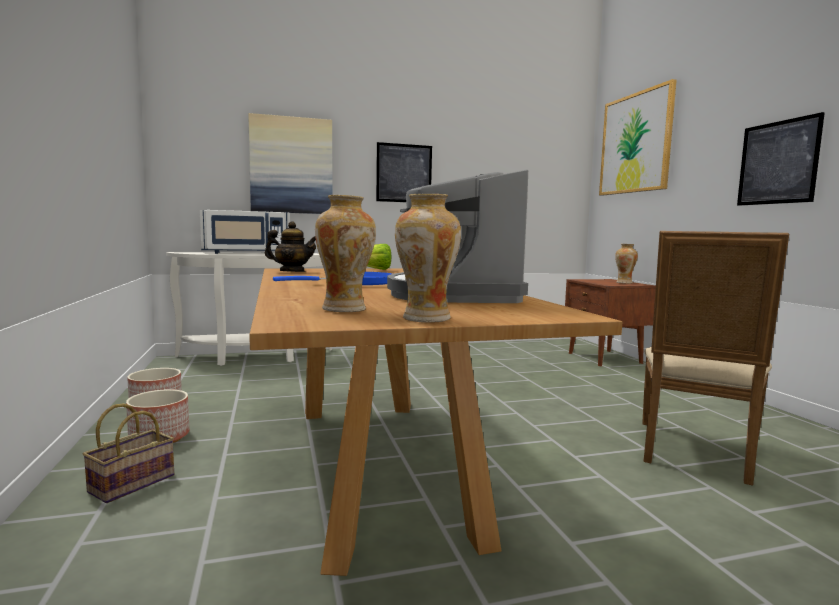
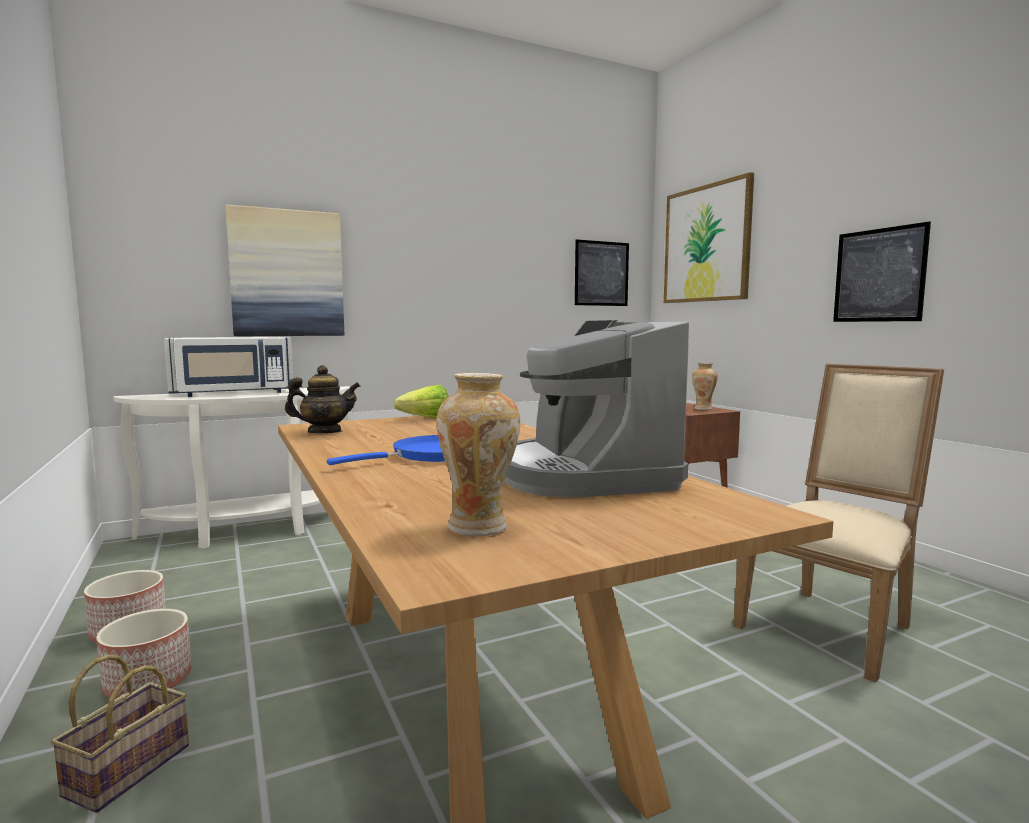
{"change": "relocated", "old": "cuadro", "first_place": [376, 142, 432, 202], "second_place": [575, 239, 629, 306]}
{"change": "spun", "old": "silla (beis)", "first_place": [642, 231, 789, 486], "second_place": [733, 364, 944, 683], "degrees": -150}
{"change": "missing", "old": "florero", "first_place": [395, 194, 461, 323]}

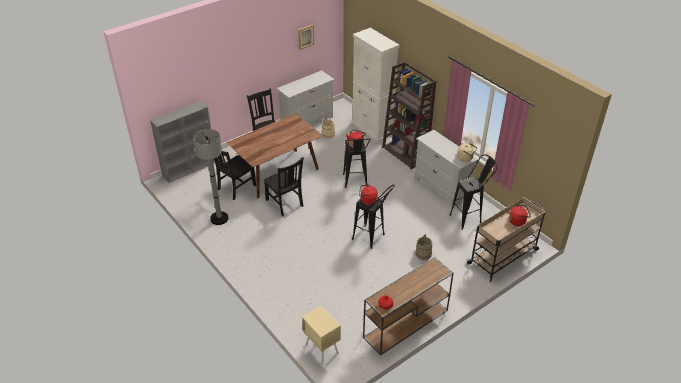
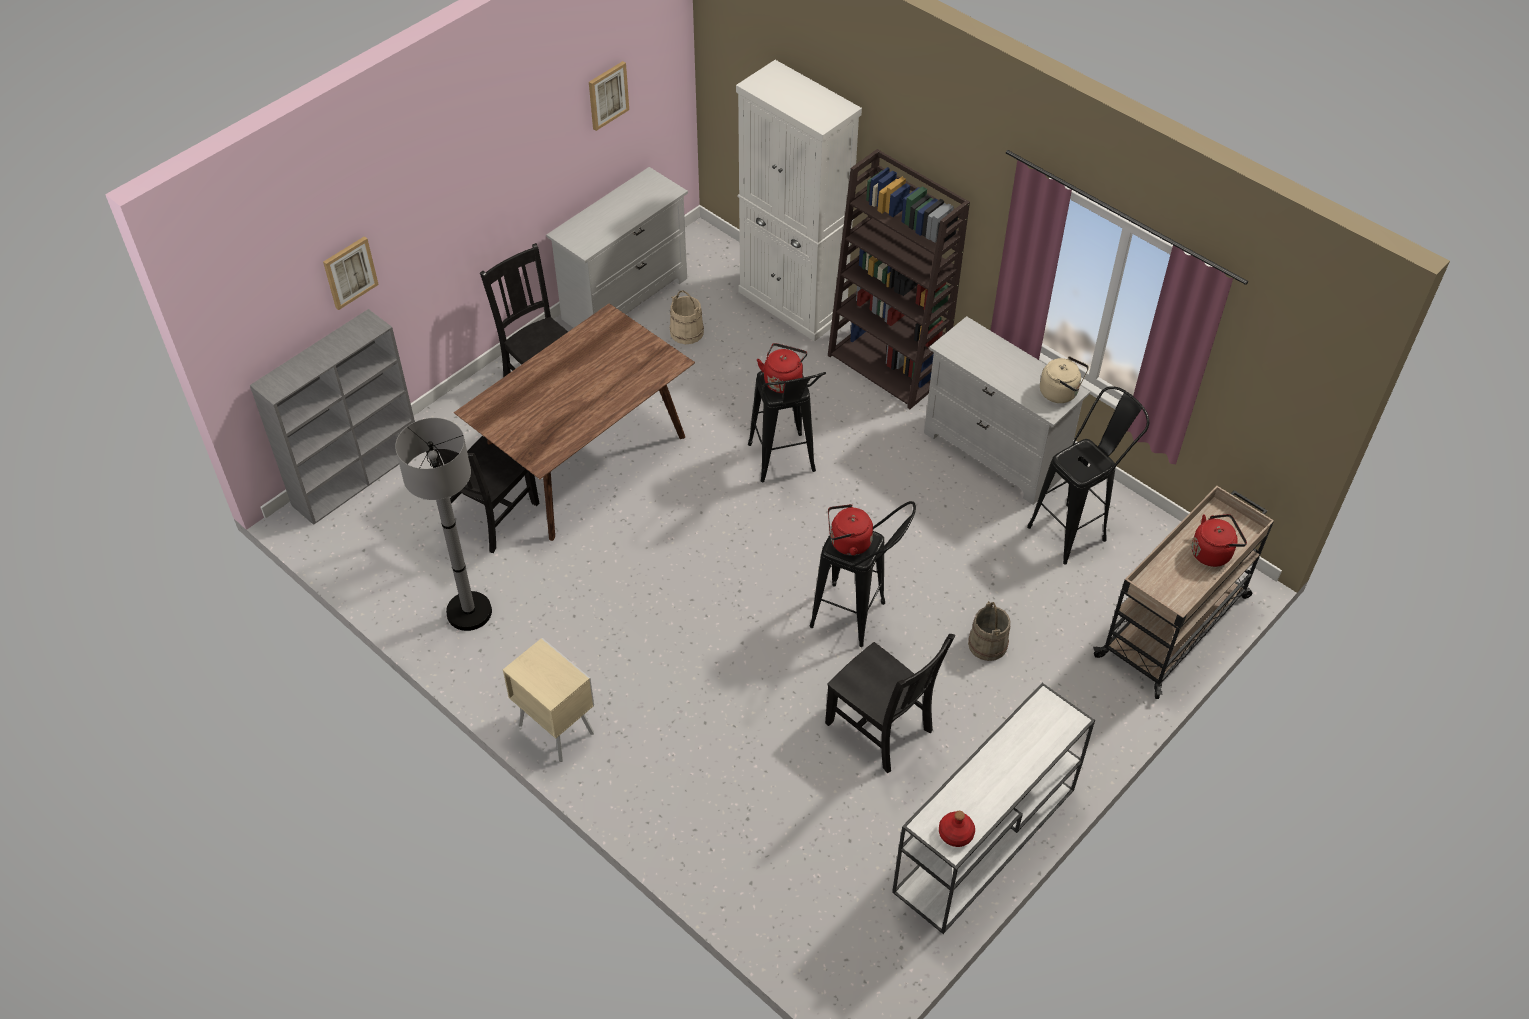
{"change": "appeared", "new": "cuadro", "second_place": [323, 236, 379, 310]}
{"change": "relocated", "old": "mesita de noche (beis)", "first_place": [302, 305, 341, 365], "second_place": [503, 638, 594, 762]}
{"change": "relocated", "old": "silla (negro)", "first_place": [264, 157, 304, 216], "second_place": [825, 634, 955, 773]}
{"change": "colour", "old": "mesa consola (marrón)", "new": "mesa consola (blanco)", "first_place": [363, 257, 454, 356], "second_place": [892, 683, 1095, 934]}

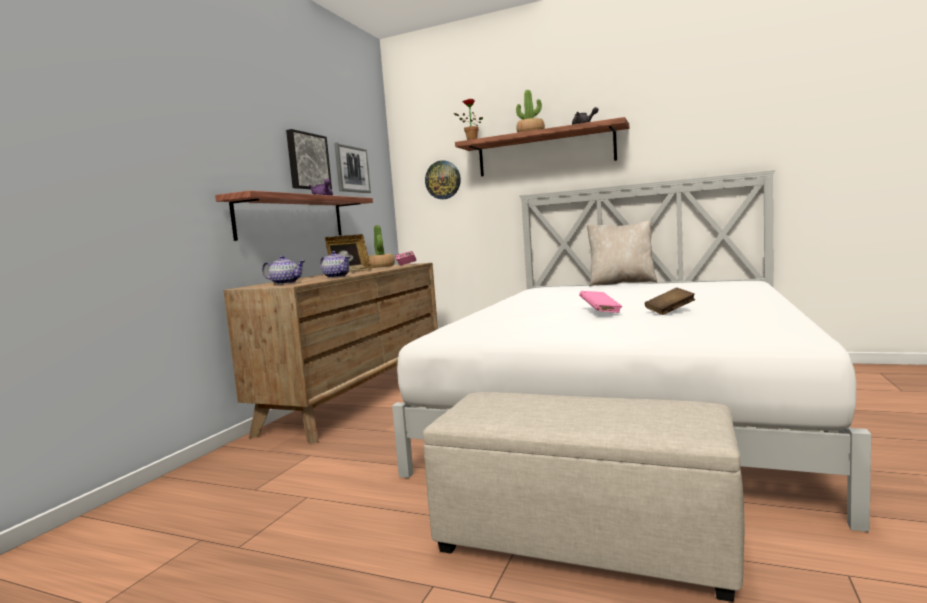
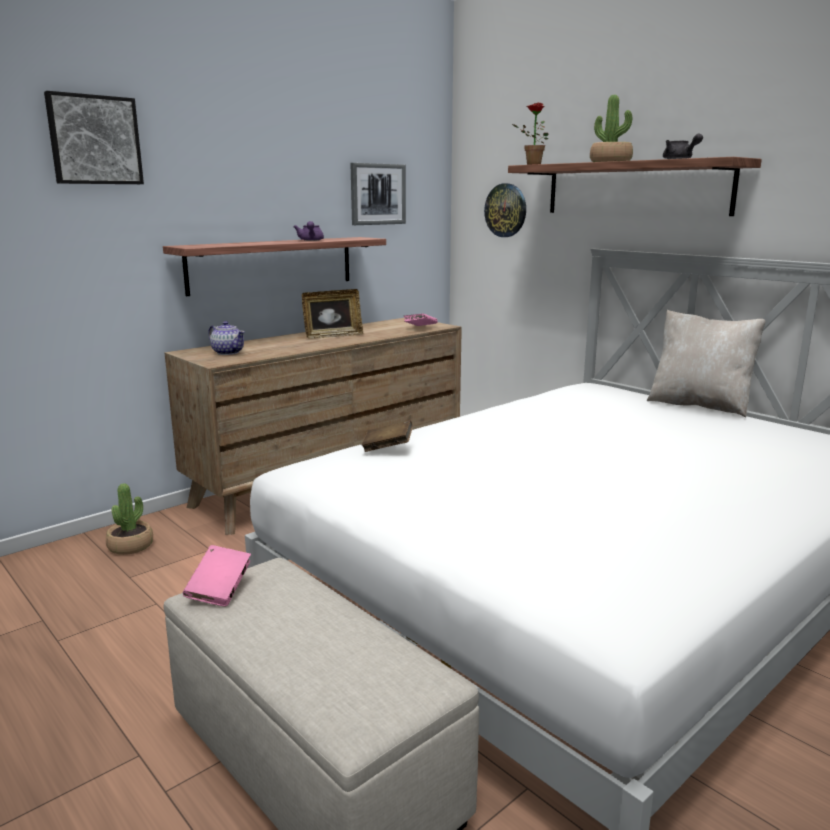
{"change": "relocated", "old": "cuadro", "first_place": [286, 129, 332, 190], "second_place": [44, 91, 144, 184]}
{"change": "relocated", "old": "planta en maceta", "first_place": [368, 225, 395, 268], "second_place": [106, 483, 153, 555]}
{"change": "relocated", "old": "libro (rosa)", "first_place": [579, 291, 622, 313], "second_place": [183, 545, 251, 606]}
{"change": "relocated", "old": "libro (marrón)", "first_place": [645, 288, 695, 315], "second_place": [362, 420, 413, 452]}
{"change": "missing", "old": "tetera", "first_place": [320, 251, 350, 278]}

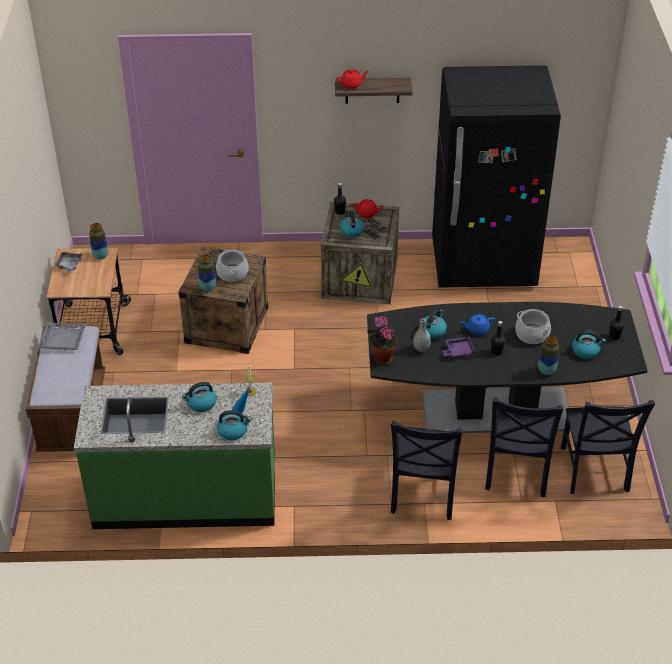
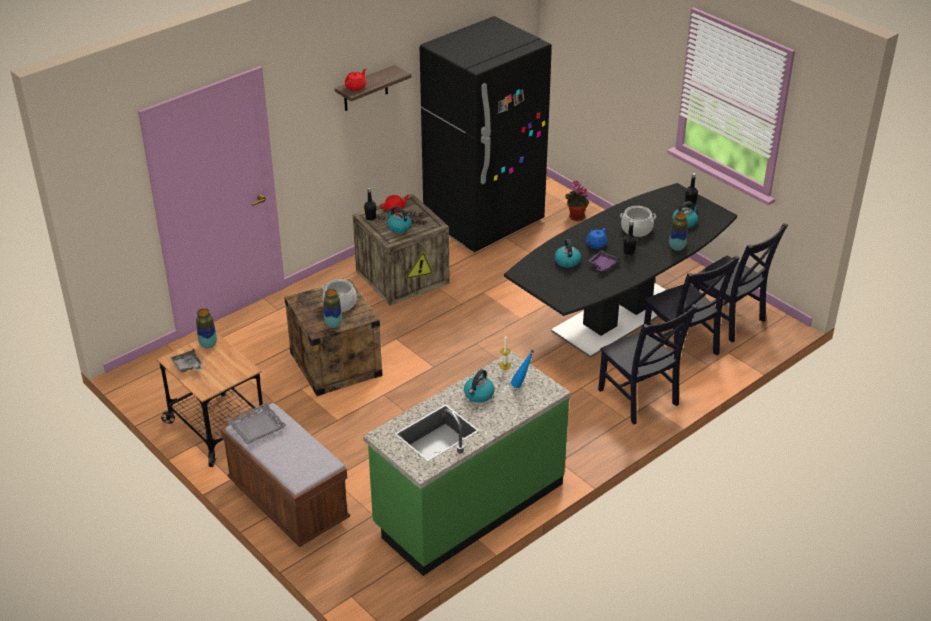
{"change": "relocated", "old": "planta en maceta", "first_place": [367, 316, 397, 365], "second_place": [565, 181, 589, 221]}
{"change": "missing", "old": "hervidor", "first_place": [217, 410, 252, 440]}
{"change": "missing", "old": "florero (gris)", "first_place": [413, 318, 431, 352]}

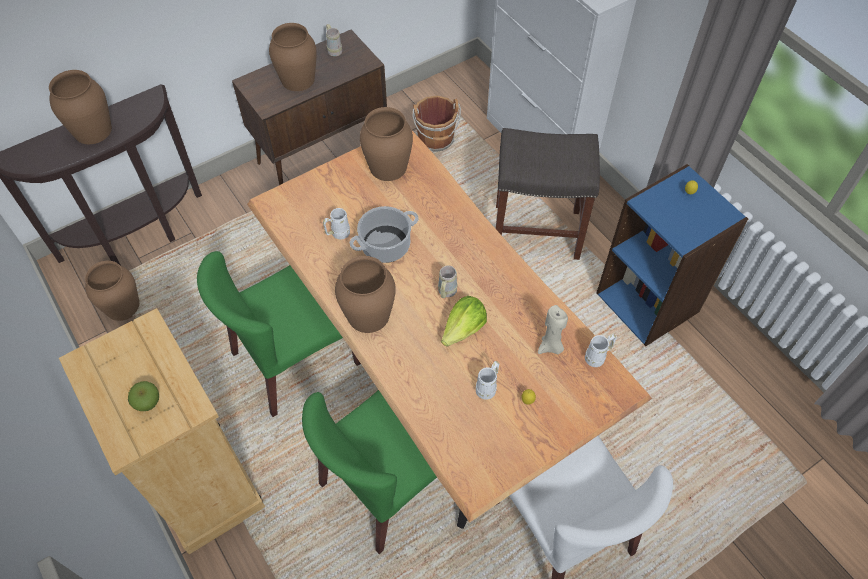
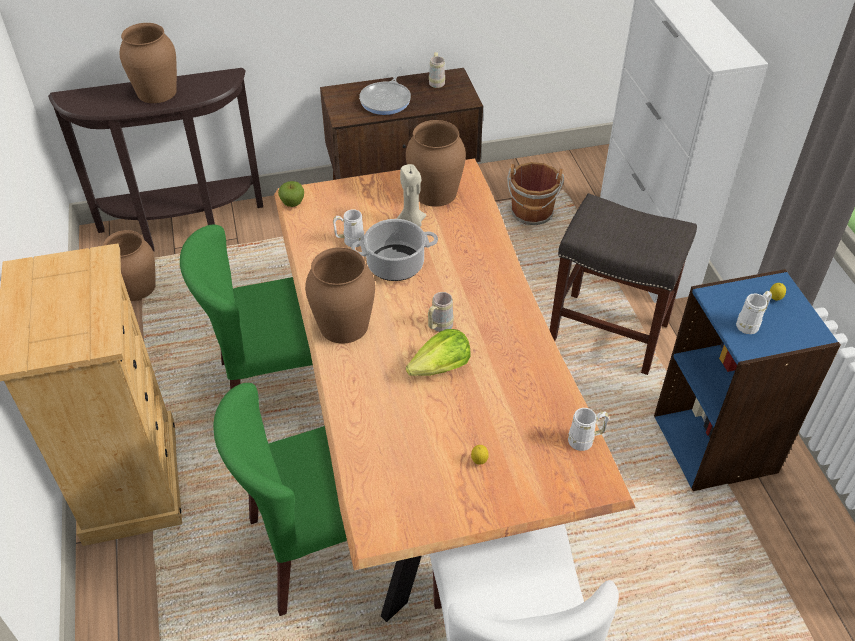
{"change": "relocated", "old": "manzana", "first_place": [128, 381, 159, 411], "second_place": [278, 181, 304, 207]}
{"change": "exchanged", "old": "florero (marrón)", "new": "sartén", "first_place": [269, 23, 317, 91], "second_place": [359, 67, 411, 115]}
{"change": "relocated", "old": "vela (beis)", "first_place": [538, 305, 568, 354], "second_place": [396, 164, 426, 227]}
{"change": "relocated", "old": "taza grande (blanco)", "first_place": [476, 361, 499, 400], "second_place": [736, 291, 772, 334]}

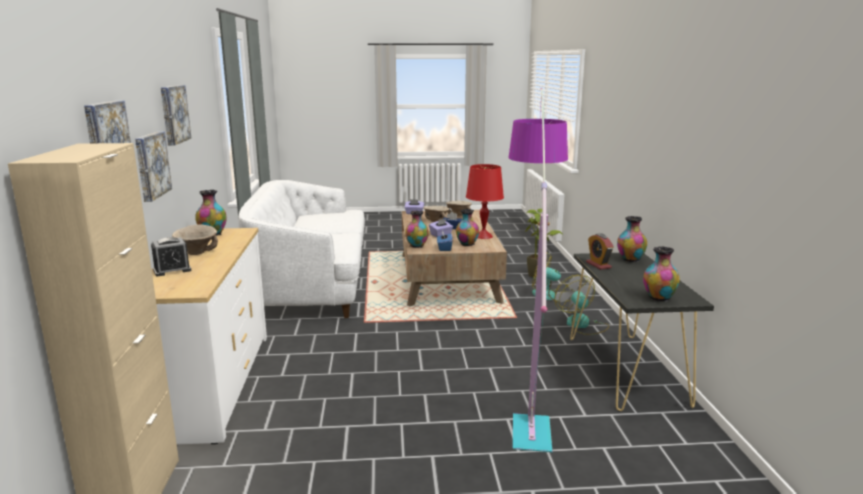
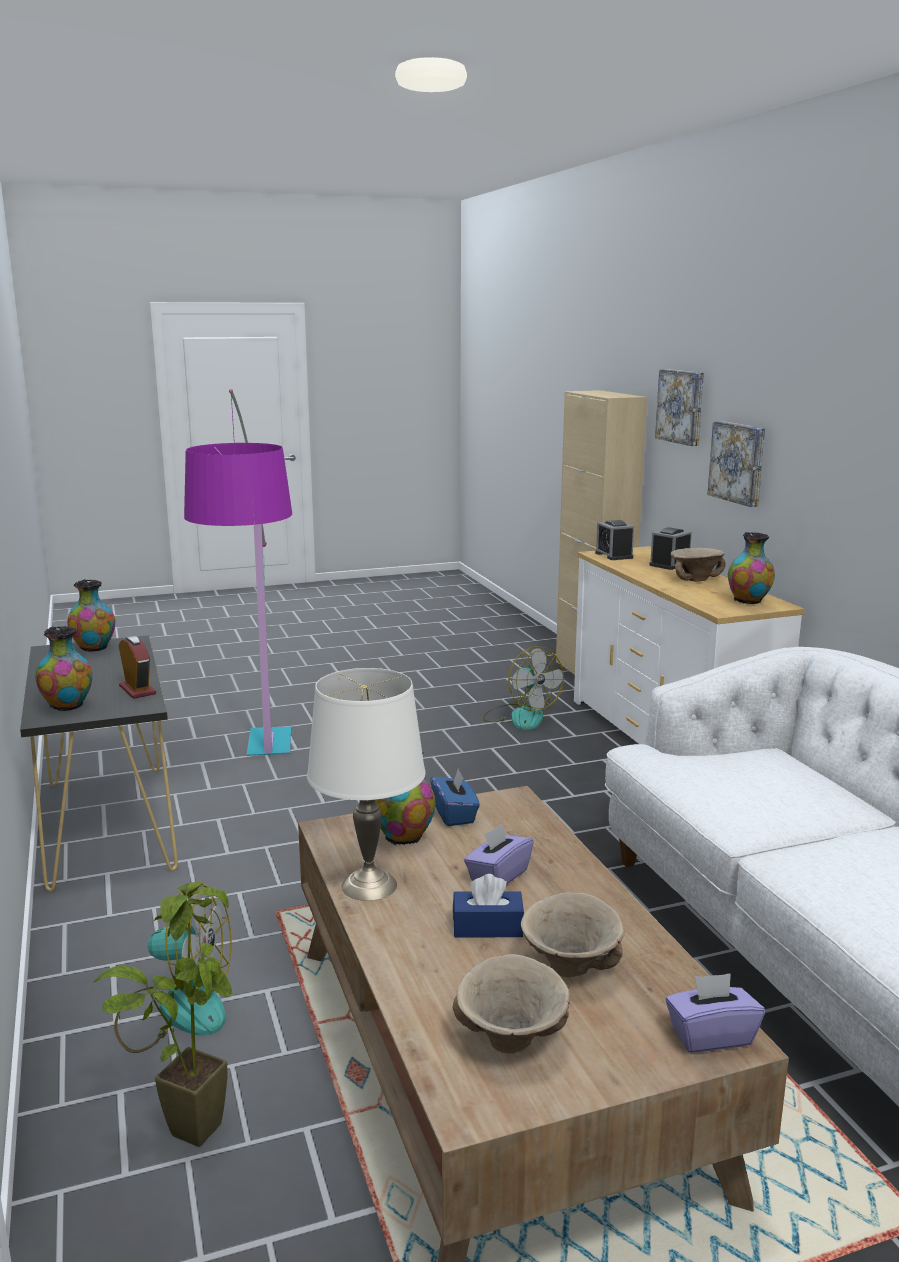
{"change": "colour", "old": "lámpara de mesa (rojo)", "new": "lámpara de mesa (blanco)", "first_place": [466, 164, 504, 239], "second_place": [307, 668, 425, 901]}
{"change": "relocated", "old": "ventilador", "first_place": [555, 275, 609, 335], "second_place": [483, 646, 564, 730]}
{"change": "appeared", "new": "despertador", "second_place": [595, 520, 634, 560]}
{"change": "missing", "old": "cuadro", "first_place": [161, 85, 191, 146]}
{"change": "missing", "old": "florero", "first_place": [405, 210, 429, 248]}

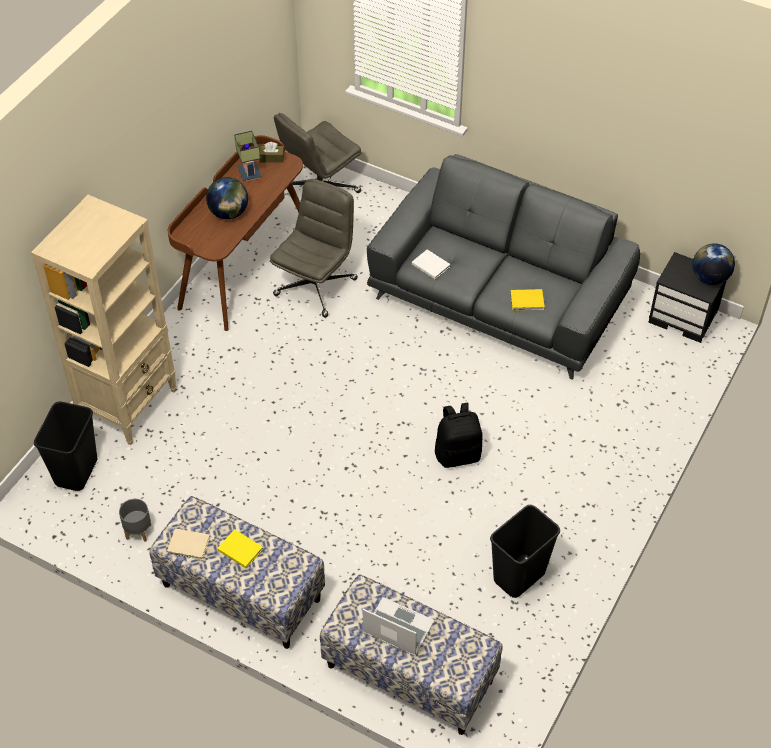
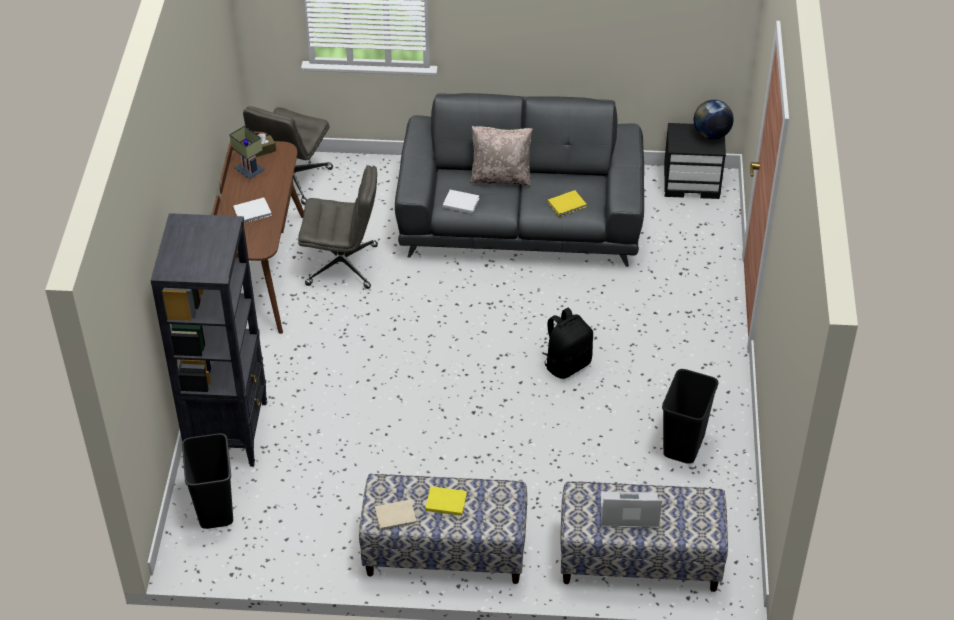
{"change": "colour", "old": "estantería (beis)", "new": "estantería (negro)", "first_place": [31, 195, 177, 445], "second_place": [150, 213, 267, 467]}
{"change": "exchanged", "old": "globo terráqueo", "new": "libro (blanco)", "first_place": [206, 177, 248, 219], "second_place": [233, 197, 272, 223]}
{"change": "spun", "old": "silla de oficina (gris)", "first_place": [270, 179, 358, 317], "second_place": [298, 165, 378, 289], "degrees": 90}
{"change": "appeared", "new": "cojín (beis)", "second_place": [470, 126, 533, 186]}
{"change": "missing", "old": "maceta (gris)", "first_place": [119, 499, 151, 542]}

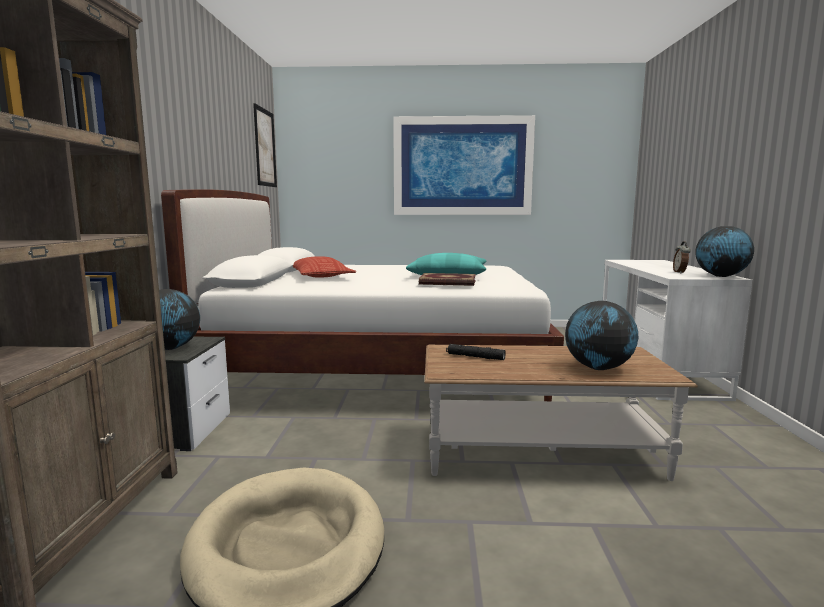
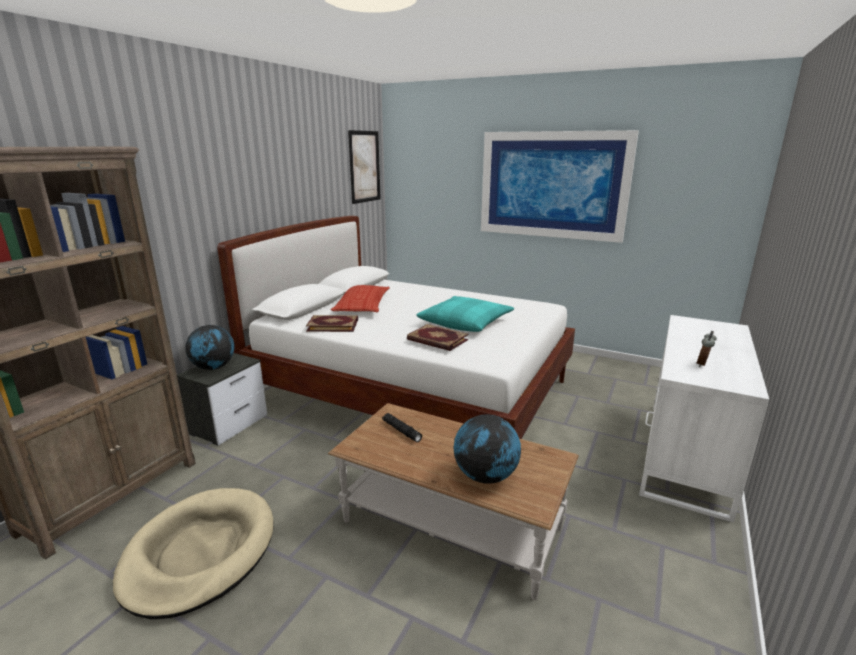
{"change": "appeared", "new": "libro", "second_place": [306, 315, 358, 332]}
{"change": "missing", "old": "globo terráqueo", "first_place": [695, 226, 754, 277]}

